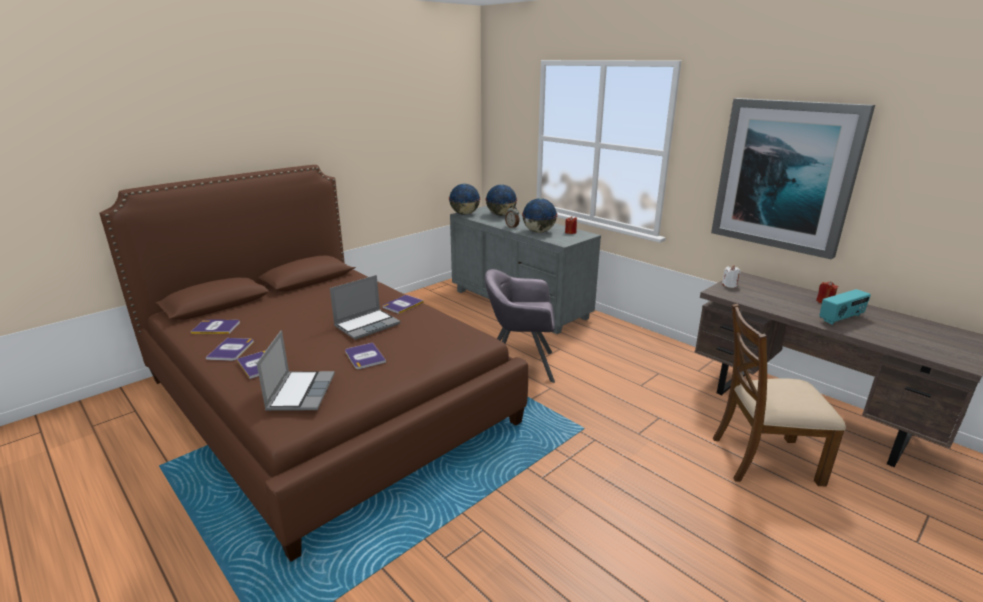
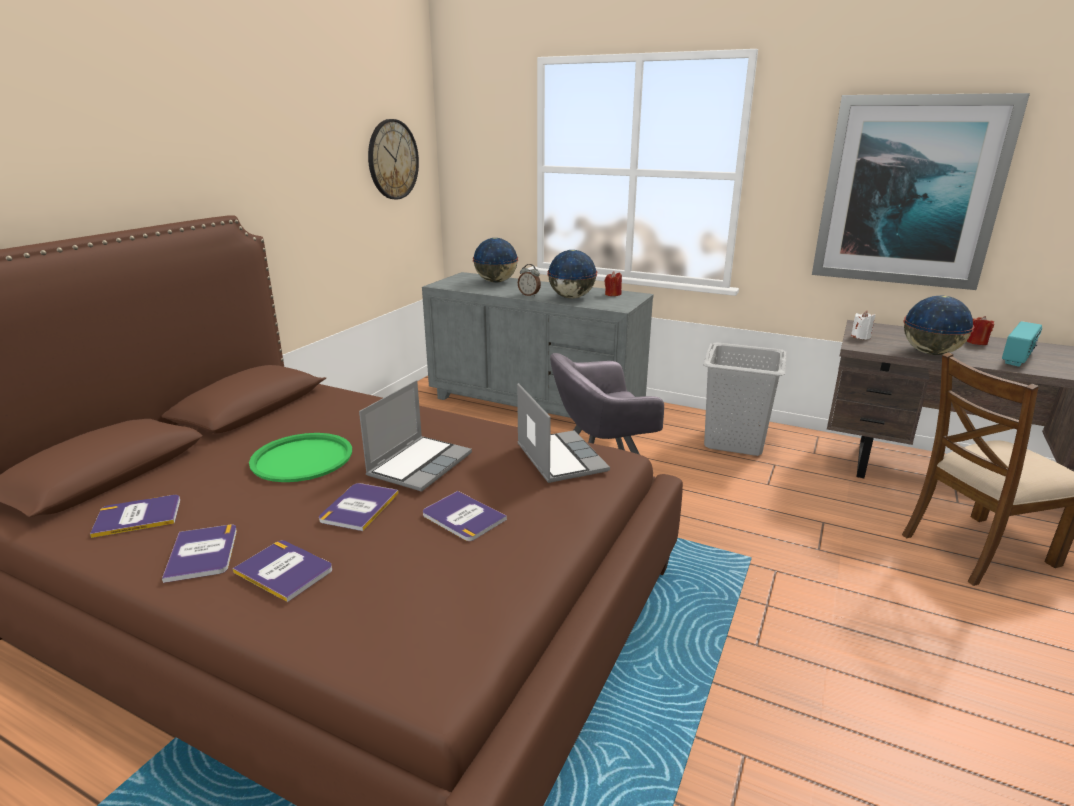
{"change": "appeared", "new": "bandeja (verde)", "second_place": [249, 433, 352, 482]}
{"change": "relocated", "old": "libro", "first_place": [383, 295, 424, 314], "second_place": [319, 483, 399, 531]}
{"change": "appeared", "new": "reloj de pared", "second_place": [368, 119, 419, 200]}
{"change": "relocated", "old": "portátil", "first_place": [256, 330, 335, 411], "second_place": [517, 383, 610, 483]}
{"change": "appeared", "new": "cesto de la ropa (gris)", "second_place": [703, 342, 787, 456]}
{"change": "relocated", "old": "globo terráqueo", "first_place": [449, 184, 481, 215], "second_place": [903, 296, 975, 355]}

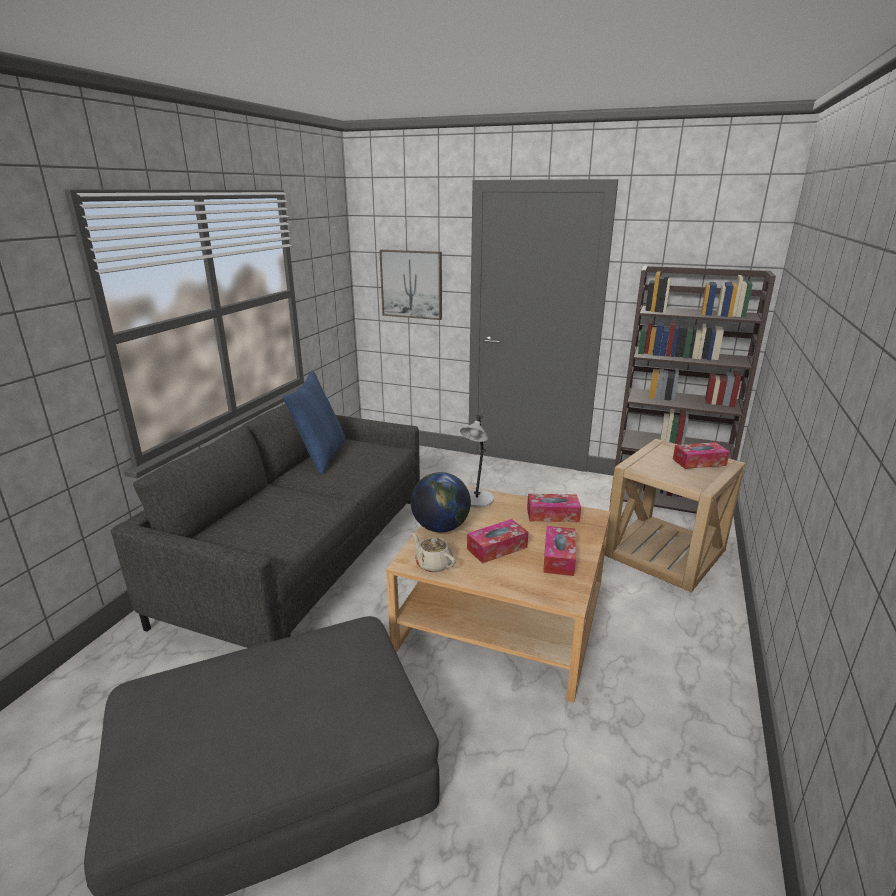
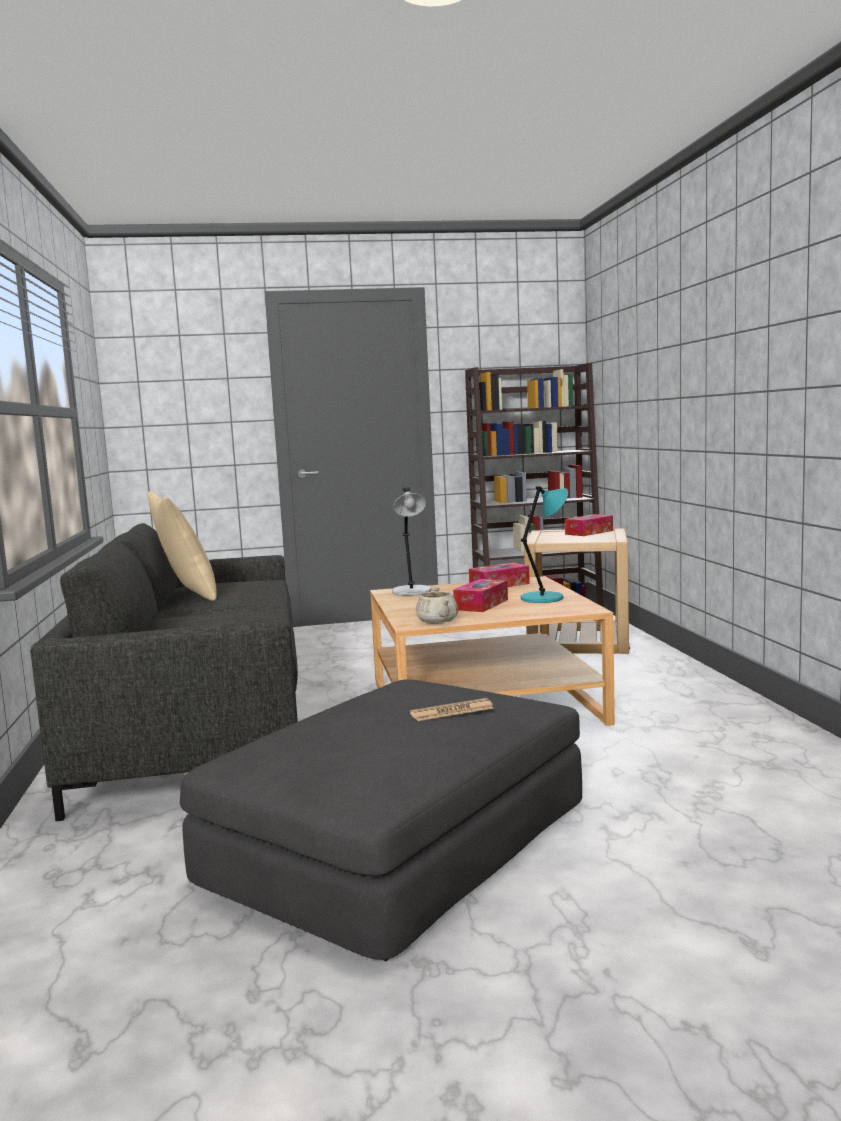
{"change": "colour", "old": "cojín (azul)", "new": "cojín (beis)", "first_place": [283, 371, 345, 474], "second_place": [148, 491, 217, 601]}
{"change": "appeared", "new": "periódico", "second_place": [410, 698, 494, 721]}
{"change": "spun", "old": "tetera (beis)", "first_place": [411, 533, 456, 572], "second_place": [416, 587, 458, 623], "degrees": -120}
{"change": "exchanged", "old": "caja de pañuelos", "new": "lámpara de mesa (turquesa)", "first_place": [543, 526, 576, 576], "second_place": [520, 486, 568, 603]}
{"change": "missing", "old": "cuadro", "first_place": [379, 250, 442, 320]}
{"change": "missing", "old": "globo terráqueo", "first_place": [411, 472, 471, 532]}

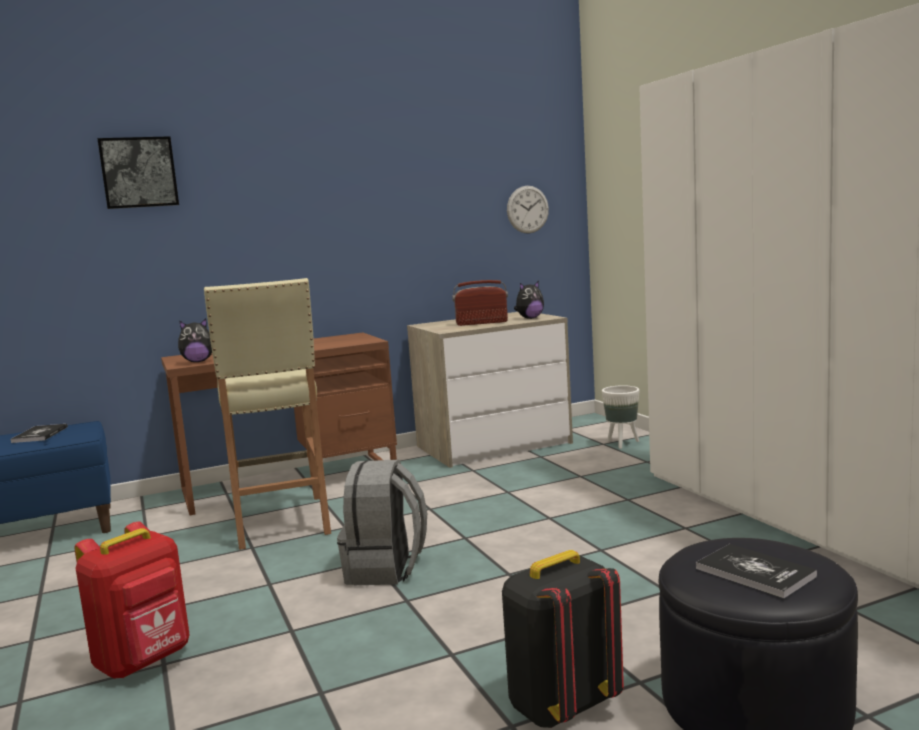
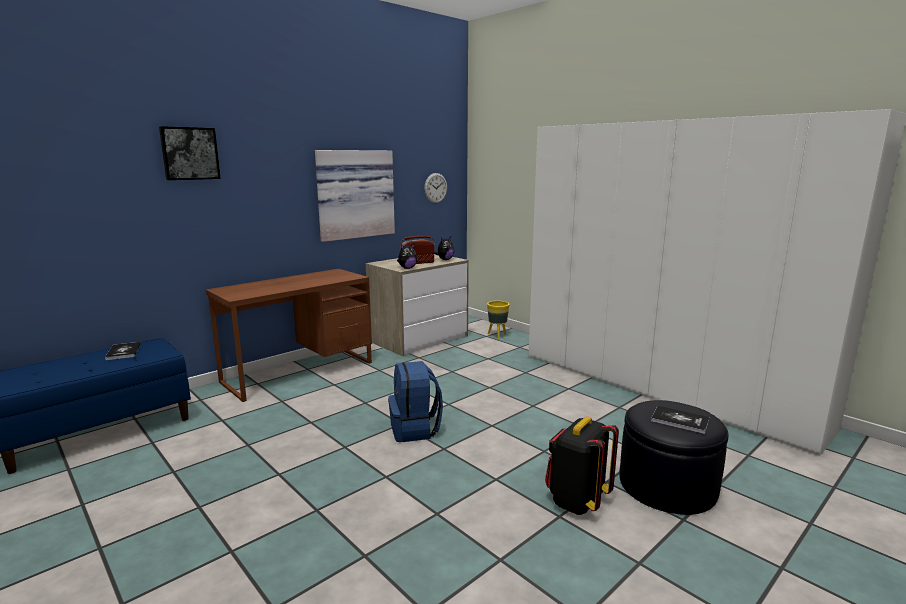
{"change": "appeared", "new": "cuadro", "second_place": [315, 150, 395, 242]}
{"change": "colour", "old": "mochila (gris)", "new": "mochila (azul)", "first_place": [337, 460, 427, 585], "second_place": [388, 361, 443, 442]}
{"change": "relocated", "old": "peluche", "first_place": [178, 318, 212, 362], "second_place": [397, 244, 417, 269]}
{"change": "colour", "old": "maceta (blanco)", "new": "maceta (amarillo)", "first_place": [602, 385, 639, 449], "second_place": [487, 301, 509, 339]}
{"change": "missing", "old": "mochila (rojo)", "first_place": [75, 522, 190, 679]}
{"change": "missing", "old": "taburete (beis)", "first_place": [204, 278, 331, 550]}

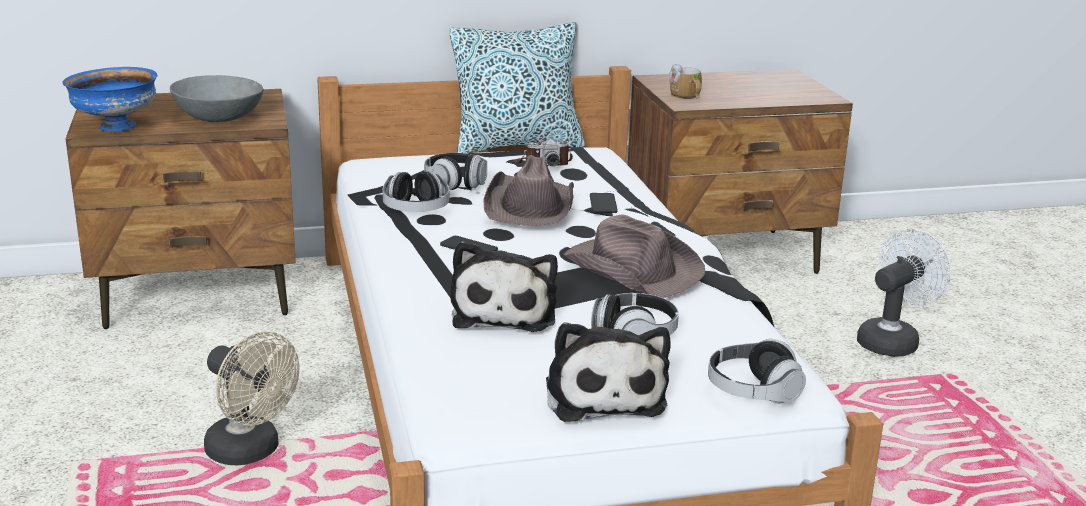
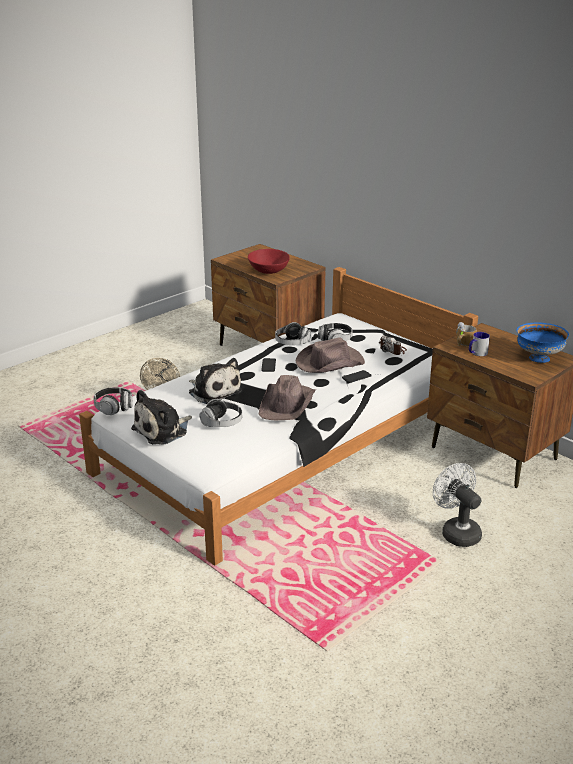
{"change": "relocated", "old": "auriculares", "first_place": [708, 339, 806, 404], "second_place": [93, 387, 133, 415]}
{"change": "spun", "old": "peluche", "first_place": [450, 241, 558, 332], "second_place": [189, 358, 243, 404], "degrees": -105}
{"change": "colour", "old": "cuenco (gris)", "new": "cuenco (rojo)", "first_place": [170, 75, 263, 122], "second_place": [248, 249, 290, 274]}
{"change": "spun", "old": "ventilador (blanco)", "first_place": [857, 229, 951, 357], "second_place": [433, 463, 482, 547], "degrees": -135}
{"change": "appeared", "new": "taza grande", "second_place": [469, 332, 490, 356]}
{"change": "relocated", "old": "cuenco (azul)", "first_place": [63, 67, 157, 132], "second_place": [516, 322, 569, 363]}
{"change": "missing", "old": "cojín", "first_place": [449, 22, 585, 153]}

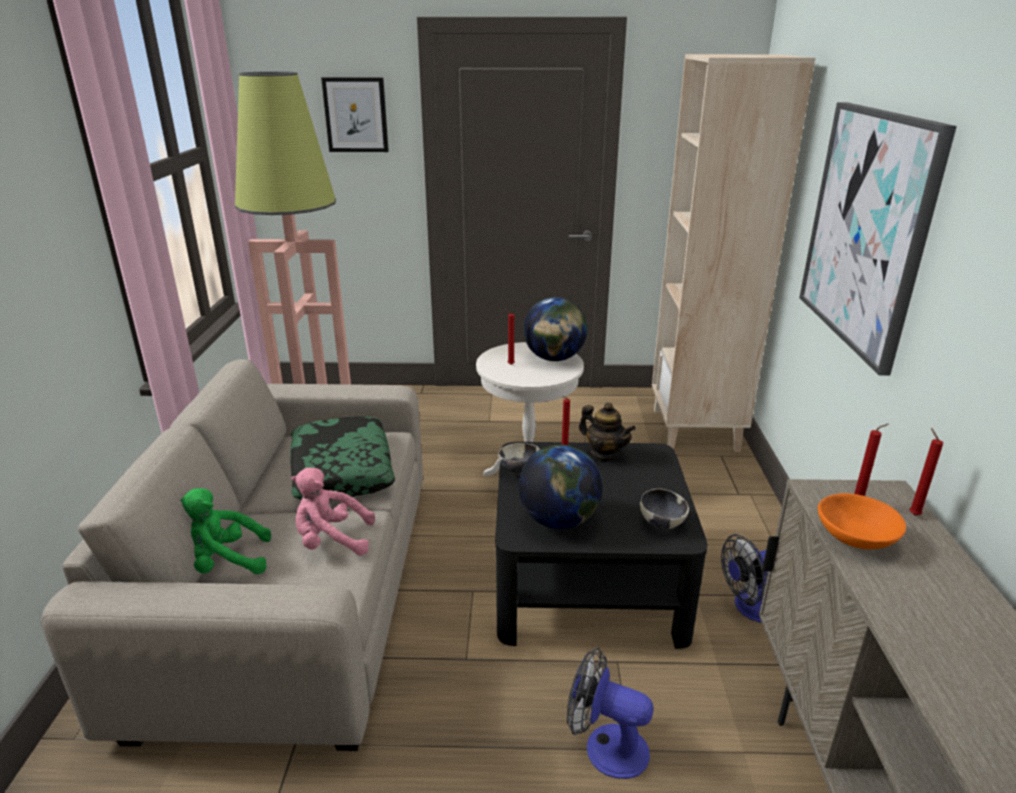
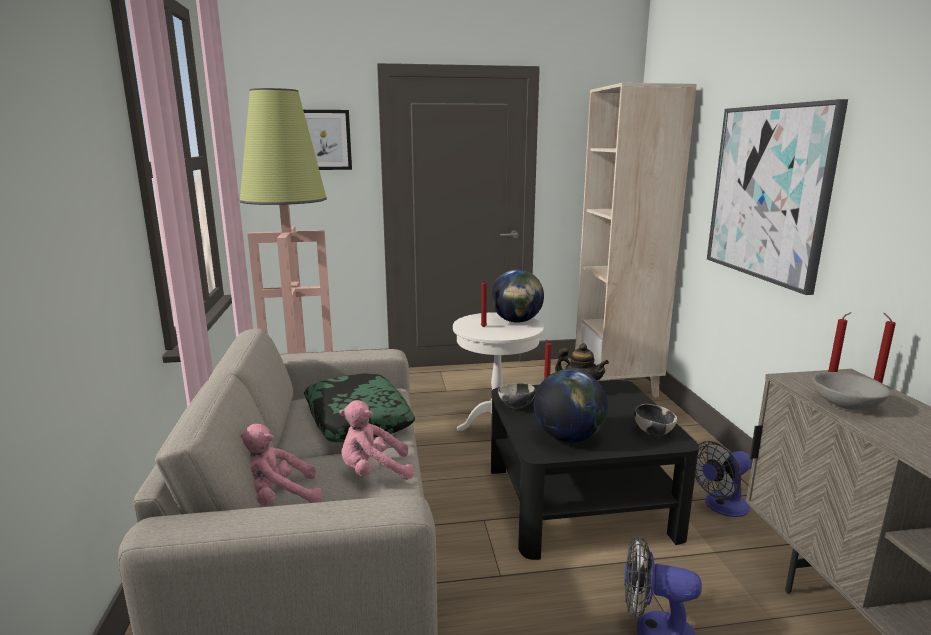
{"change": "colour", "old": "peluche (verde)", "new": "peluche (rosa)", "first_place": [180, 488, 271, 574], "second_place": [240, 424, 322, 506]}
{"change": "colour", "old": "cuenco (naranja)", "new": "cuenco (gris)", "first_place": [818, 493, 906, 549], "second_place": [813, 372, 891, 410]}

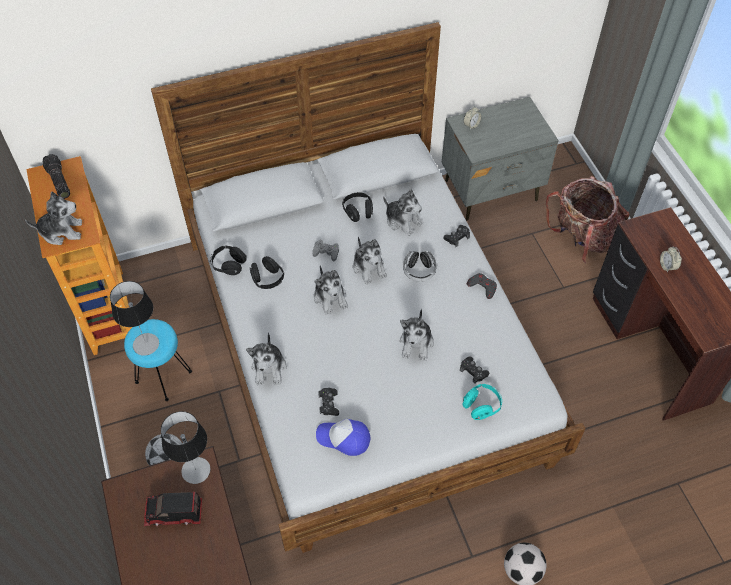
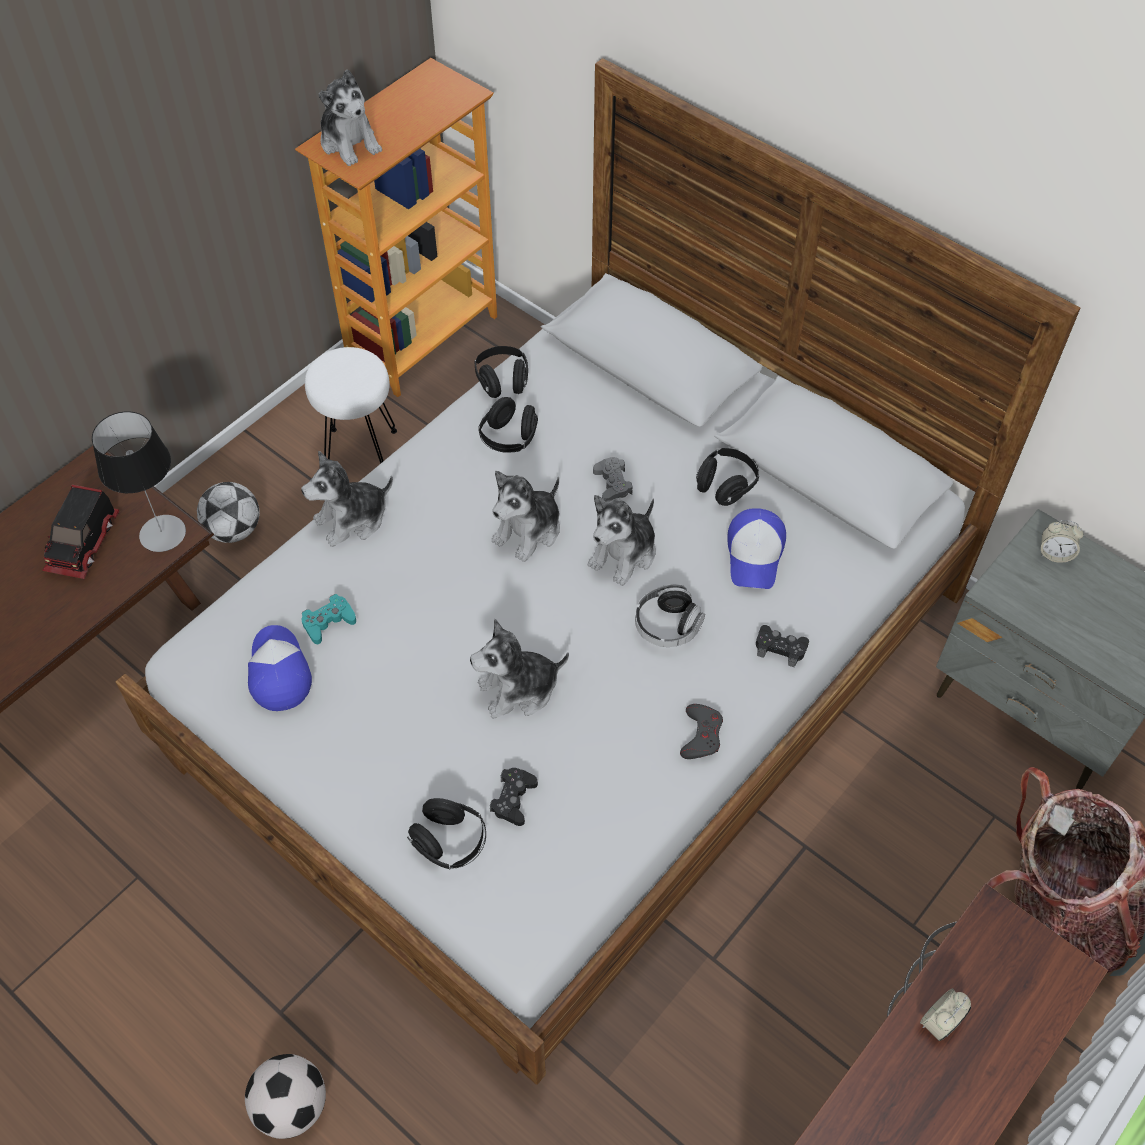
{"change": "spun", "old": "camión de juguete", "first_place": [144, 492, 202, 526], "second_place": [42, 485, 119, 579], "degrees": -135}
{"change": "colour", "old": "mando de consola (negro)", "new": "mando de consola (turquesa)", "first_place": [318, 388, 339, 416], "second_place": [301, 594, 356, 644]}
{"change": "colour", "old": "taburete (turquesa)", "new": "taburete (blanco)", "first_place": [124, 319, 192, 401], "second_place": [305, 347, 397, 464]}
{"change": "colour", "old": "auriculares (turquesa)", "new": "auriculares (negro)", "first_place": [462, 384, 502, 420], "second_place": [407, 798, 486, 870]}
{"change": "exchanged", "old": "peluche", "new": "gorra", "first_place": [383, 189, 423, 236], "second_place": [727, 508, 786, 589]}
{"change": "missing", "old": "linterna", "first_place": [42, 154, 70, 199]}
{"change": "missing", "old": "lámpara de mesa", "first_place": [110, 281, 159, 356]}

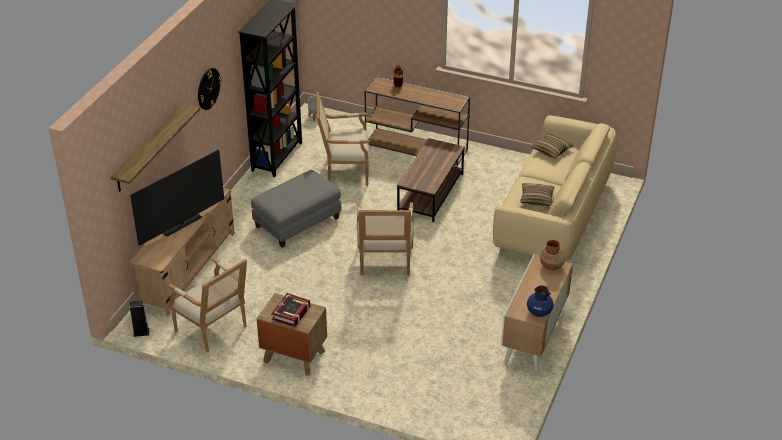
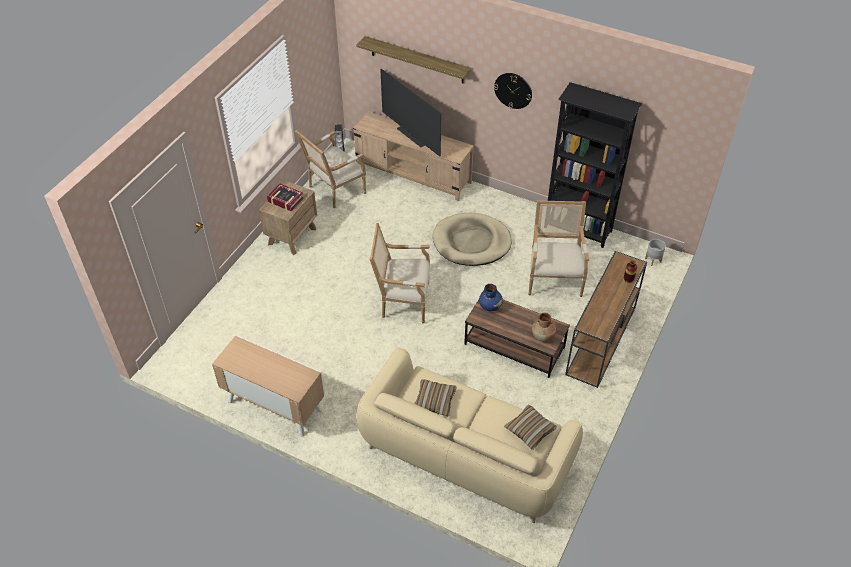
{"change": "exchanged", "old": "puf (gris)", "new": "cama para perro (beis)", "first_place": [251, 170, 341, 248], "second_place": [433, 213, 511, 266]}
{"change": "relocated", "old": "florero (azul)", "first_place": [527, 285, 553, 317], "second_place": [479, 284, 503, 311]}
{"change": "relocated", "old": "florero (marrón)", "first_place": [540, 240, 565, 270], "second_place": [532, 313, 556, 342]}

